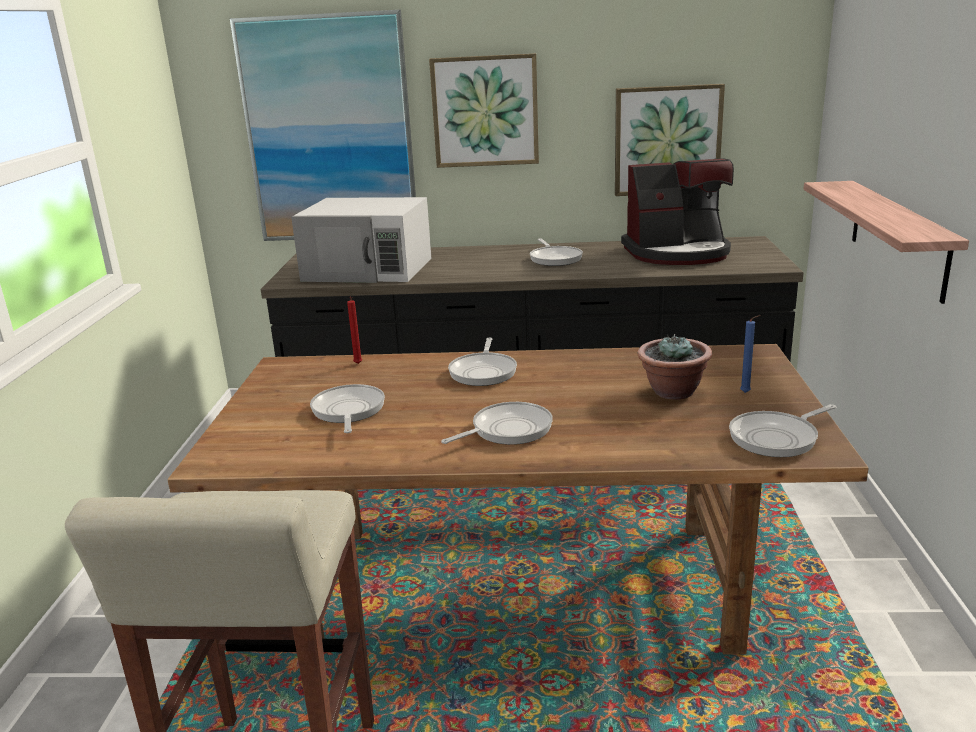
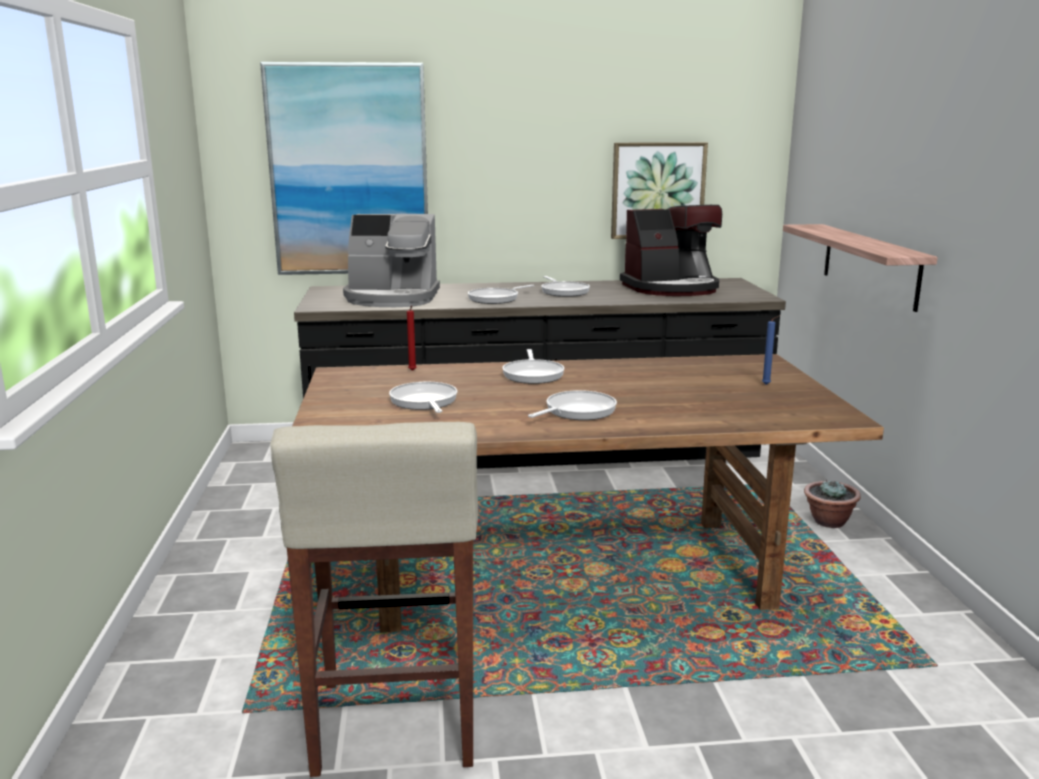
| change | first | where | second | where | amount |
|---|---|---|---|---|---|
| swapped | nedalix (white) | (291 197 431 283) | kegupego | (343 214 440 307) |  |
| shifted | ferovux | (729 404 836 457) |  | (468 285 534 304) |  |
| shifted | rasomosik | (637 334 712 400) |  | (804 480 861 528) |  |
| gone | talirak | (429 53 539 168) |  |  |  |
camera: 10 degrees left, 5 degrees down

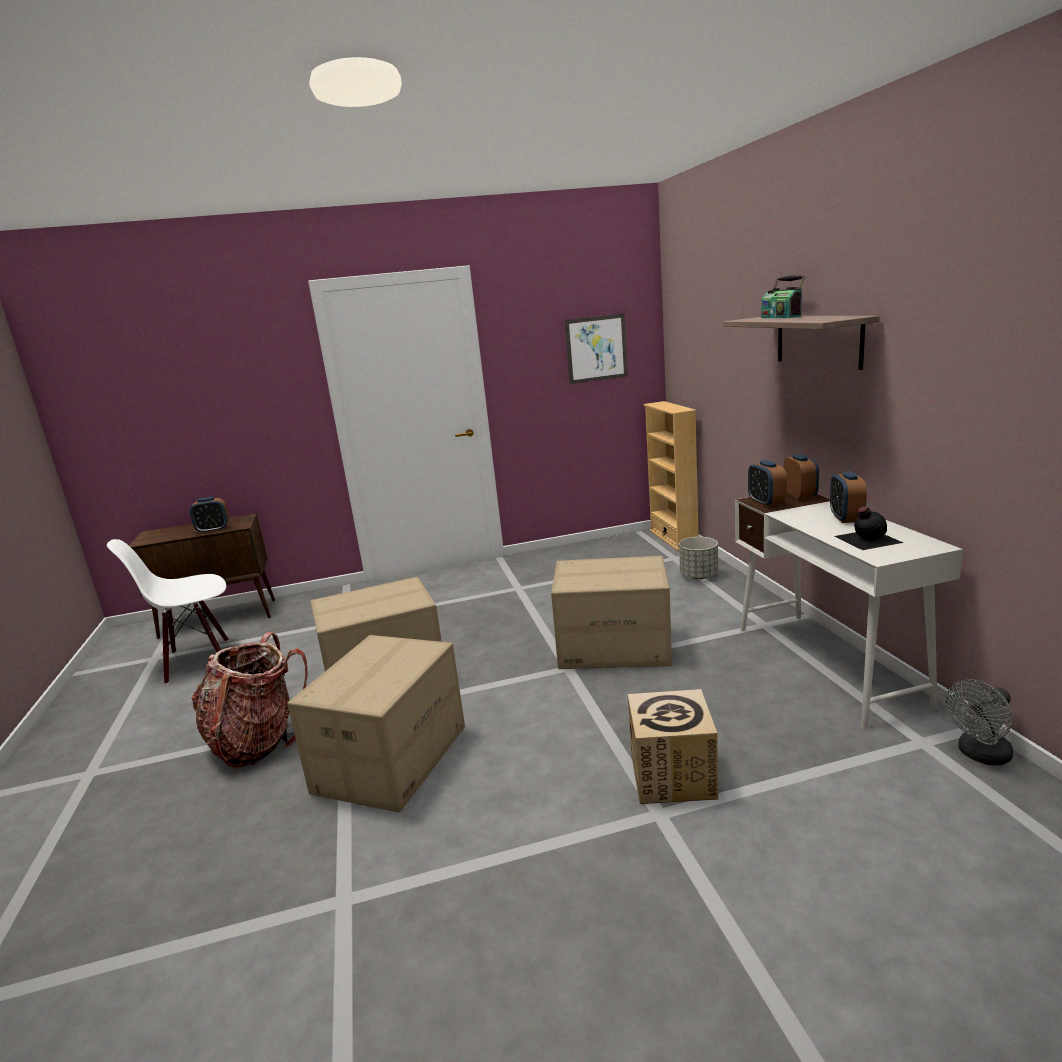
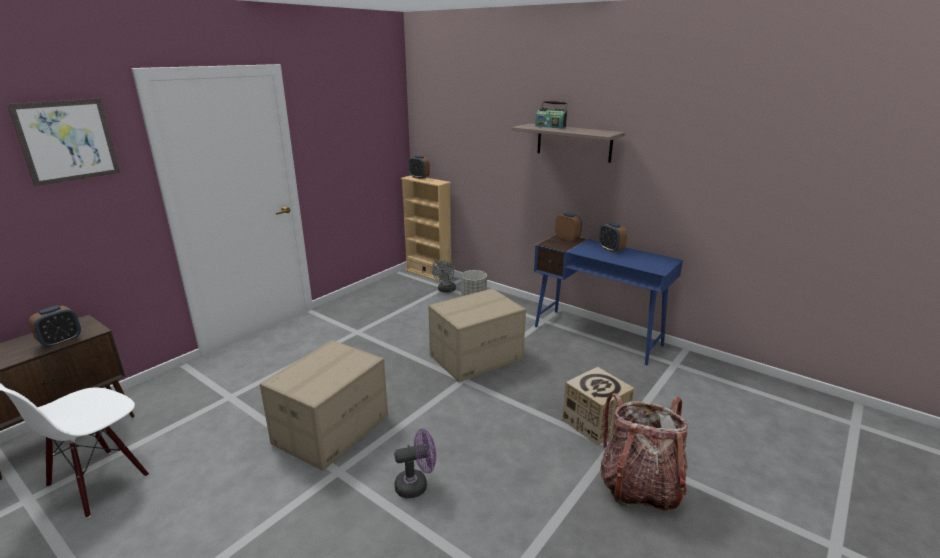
| change | first | where | second | where | amount |
|---|---|---|---|---|---|
| shifted | talirak | (564 313 628 384) |  | (7 98 120 186) |  |
| swapped | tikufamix | (287 635 465 812) | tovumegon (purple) | (394 429 436 498) |  |
| shifted | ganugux | (748 460 787 507) |  | (408 156 430 179) |  |
| shifted | tovumegon (grey) | (946 679 1013 765) |  | (432 260 456 292) |  |
| repainted | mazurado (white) | (735 493 963 729) | mazurado (blue) | (534 234 683 365) |  |
| shifted | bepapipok | (191 632 308 769) |  | (600 393 688 511) |  |
| gone | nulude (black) | (834 506 903 550) |  |  |  |
camera: 40 degrees left, 5 degrees up

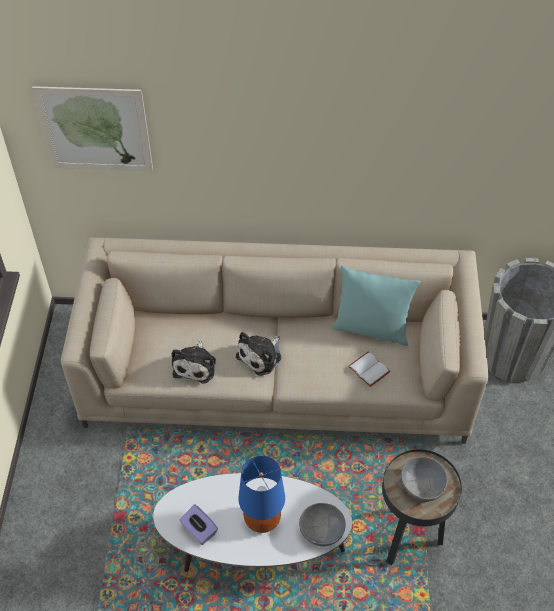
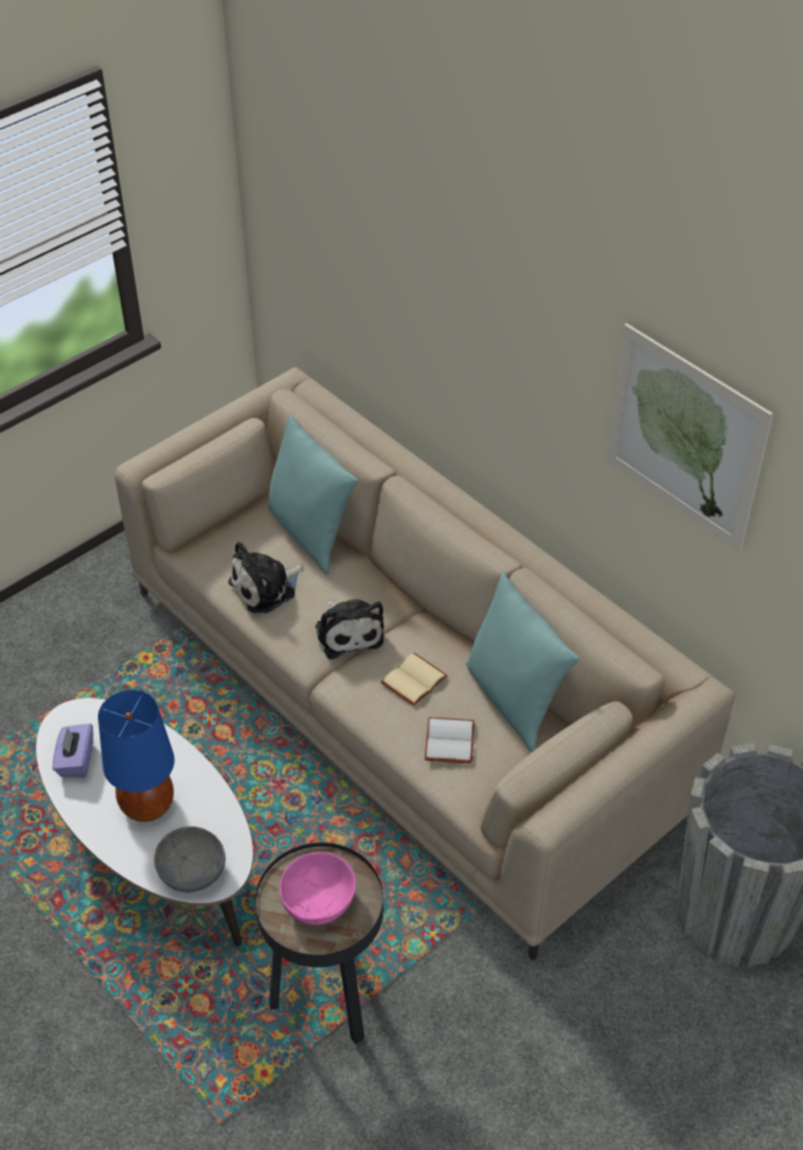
| change | first | where | second | where | amount |
|---|---|---|---|---|---|
| new |  |  | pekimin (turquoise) | (267 413 358 574) |  |
| repainted | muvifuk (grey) | (401 457 447 502) | muvifuk (pink) | (280 852 356 925) |  |
| rotated | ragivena | (236 332 282 376) |  | (315 599 384 659) | 105 degrees counterclockwise |
| new |  |  | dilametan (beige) | (380 653 448 706) |  |
| shifted | talirak | (32 86 153 171) |  | (606 323 773 551) |  |
camera: 45 degrees right, 5 degrees down

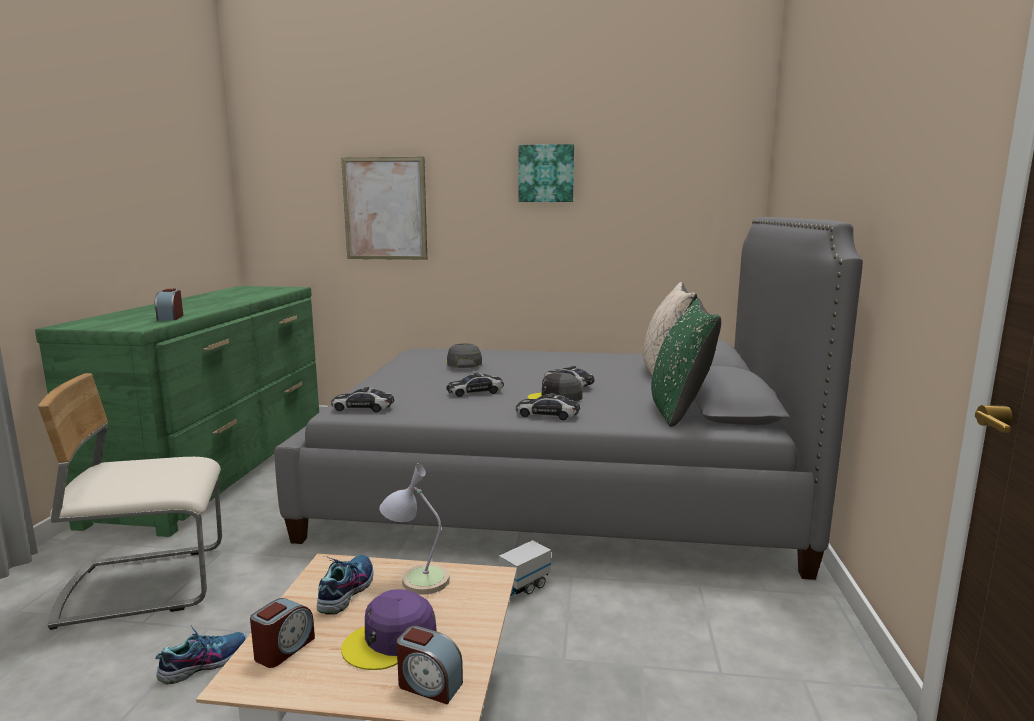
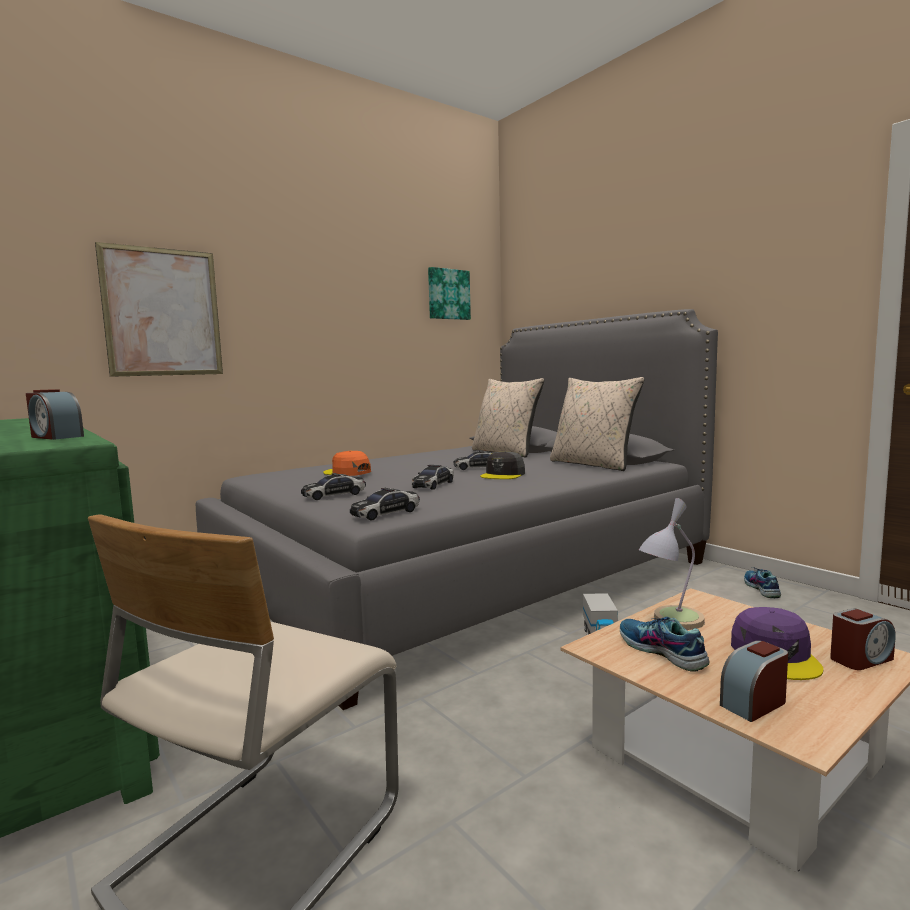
| change | first | where | second | where | amount |
|---|---|---|---|---|---|
| shifted | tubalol | (516 393 580 420) |  | (301 473 366 500) |  |
| repainted | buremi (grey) | (446 344 482 368) | buremi (orange) | (323 450 371 476) |  |
| shifted | talirak | (518 144 574 202) |  | (428 267 471 320) |  |
| repainted | pekimin (green) | (651 298 721 427) | pekimin (beige) | (550 377 645 471) |  |
| rotated | ganugux | (250 598 315 668) |  | (720 641 788 722) | 105 degrees counterclockwise |
| shifted | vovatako | (155 625 246 685) |  | (744 567 781 598) |  |
camera: 45 degrees left, 5 degrees down

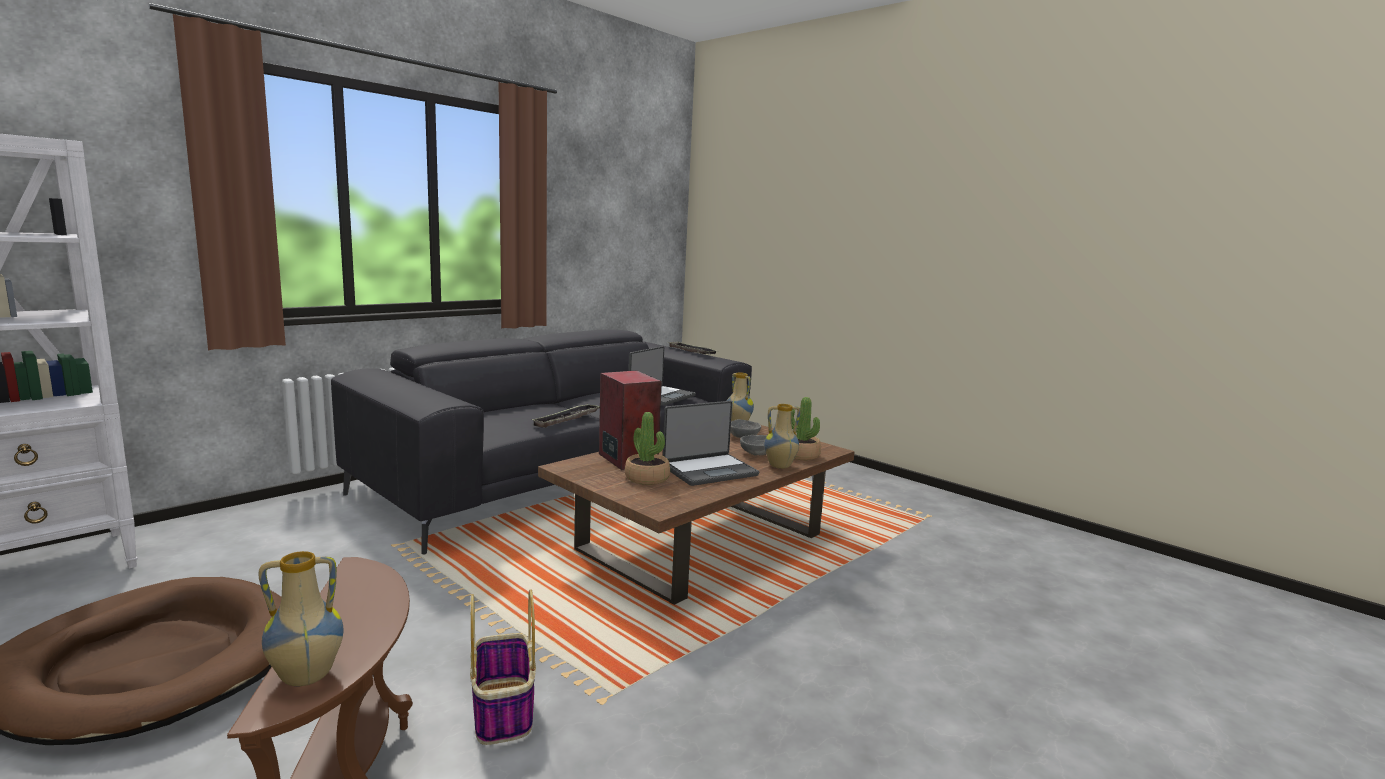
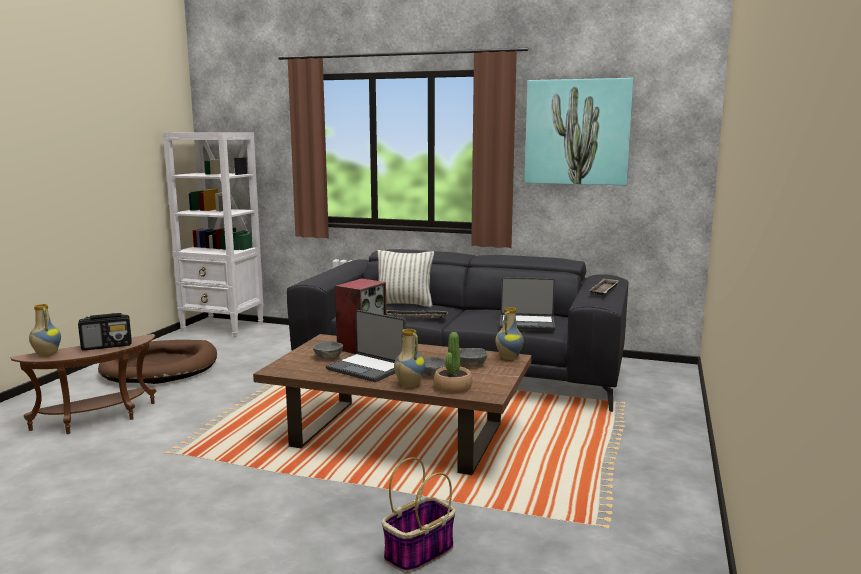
| change | first | where | second | where | amount |
|---|---|---|---|---|---|
| new |  |  | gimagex | (78 313 132 351) |  |
| swapped | rasomosik | (625 412 670 485) | muvifuk (grey) | (313 341 343 359) |  |
| new |  |  | pekimin | (377 250 434 307) |  |
| shifted | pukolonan | (470 589 536 745) |  | (382 457 455 573) |  |
| new |  |  | talirak | (524 78 634 185) |  |
camera: 65 degrees right, 0 degrees up

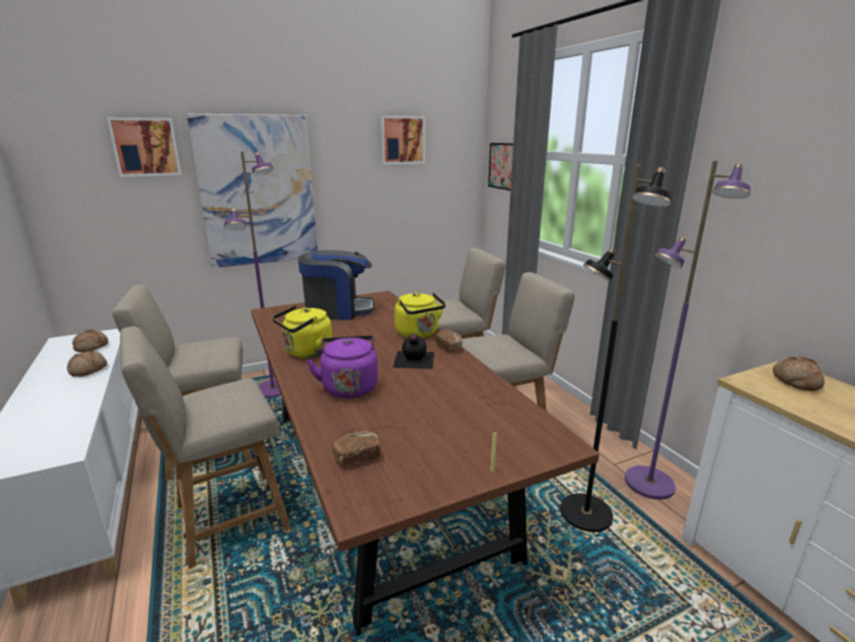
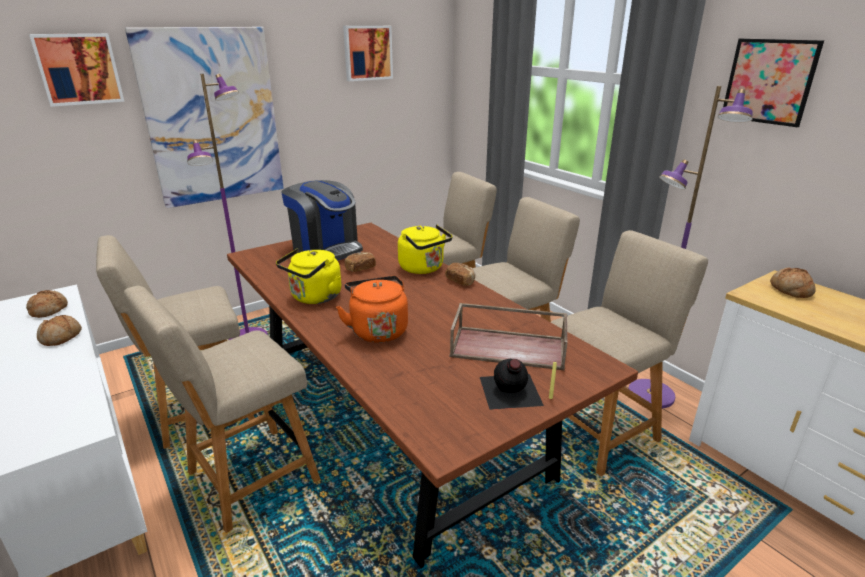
| change | first | where | second | where | amount |
|---|---|---|---|---|---|
| rotated | kegupego | (298 250 375 320) |  | (281 180 363 261) | 60 degrees clockwise |
| repainted | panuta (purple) | (307 335 378 398) | panuta (orange) | (336 276 408 343) |  |
| shifted | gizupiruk | (333 431 381 467) |  | (344 252 376 272) |  |
| new |  |  | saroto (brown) | (450 303 568 370) |  |
| shifted | nulude (black) | (393 334 435 369) |  | (480 359 544 410) |  |
| swapped | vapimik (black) | (560 164 672 532) | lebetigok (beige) | (551 230 708 476) |  |
| shifted | talirak | (488 143 513 191) |  | (723 39 824 127) |  |
camera: 10 degrees left, 5 degrees up

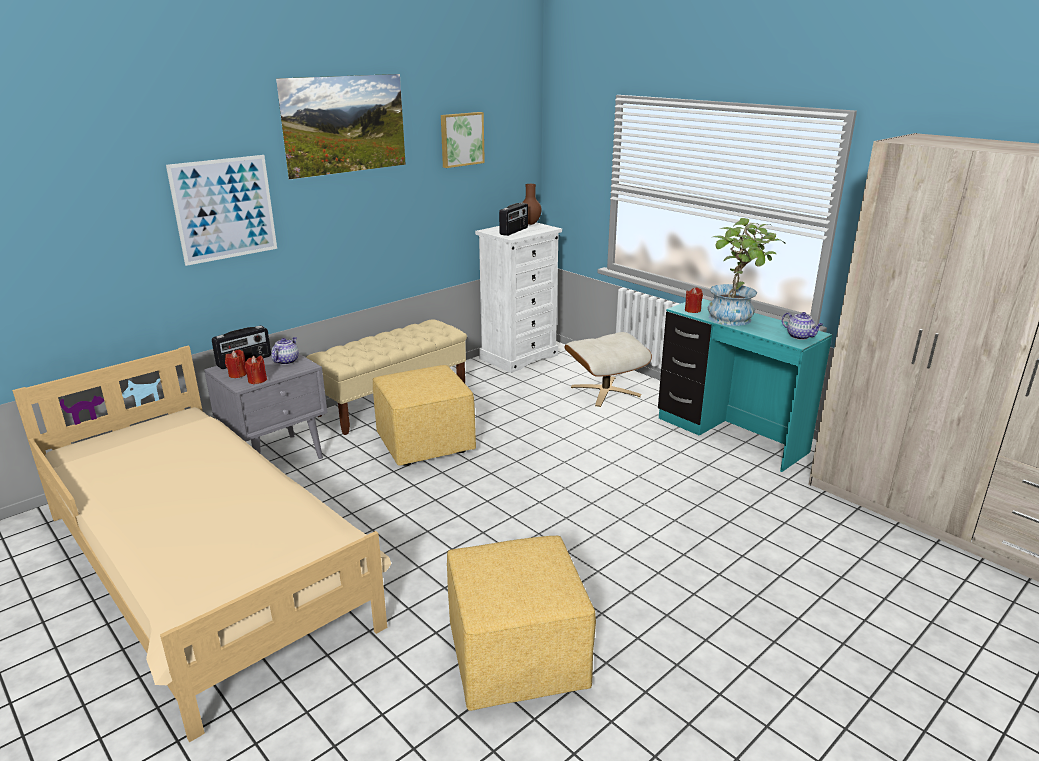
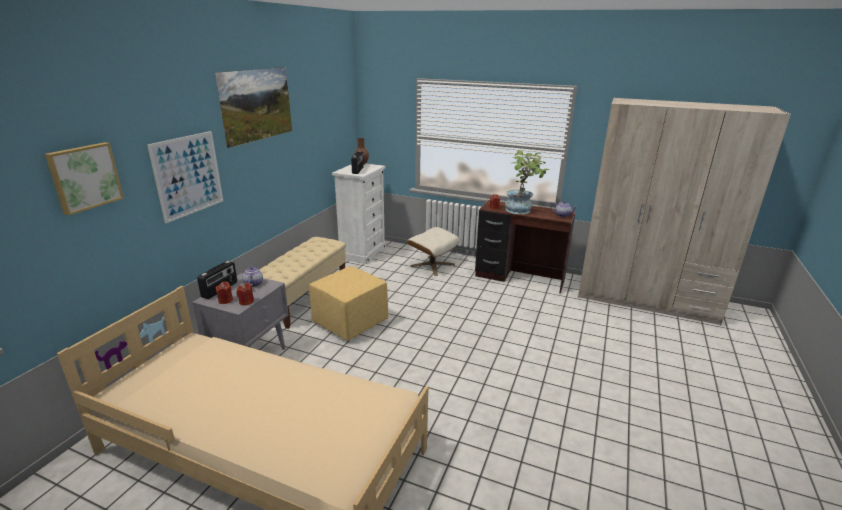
| change | first | where | second | where | amount |
|---|---|---|---|---|---|
| shifted | talirak | (441 112 485 168) |  | (45 142 124 215) |  |
| repainted | mazurado (turquoise) | (658 299 832 472) | mazurado (brown) | (475 200 575 294) |  |
| gone | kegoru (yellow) | (447 535 596 711) |  |  |  |
camera: 25 degrees left, 0 degrees up

